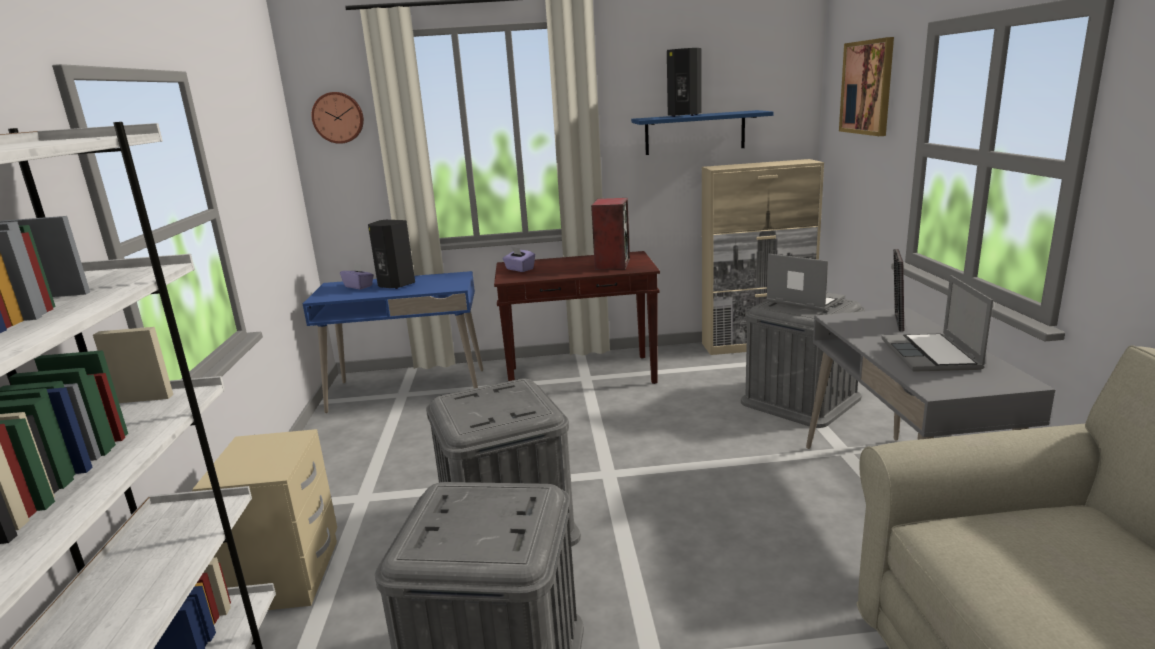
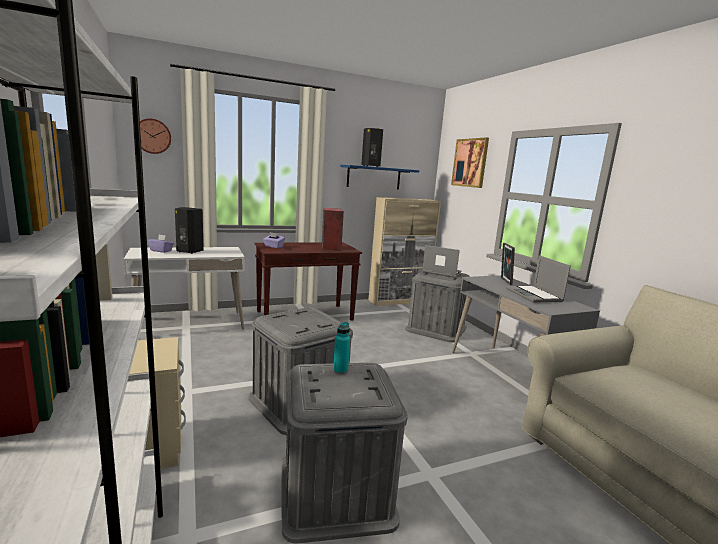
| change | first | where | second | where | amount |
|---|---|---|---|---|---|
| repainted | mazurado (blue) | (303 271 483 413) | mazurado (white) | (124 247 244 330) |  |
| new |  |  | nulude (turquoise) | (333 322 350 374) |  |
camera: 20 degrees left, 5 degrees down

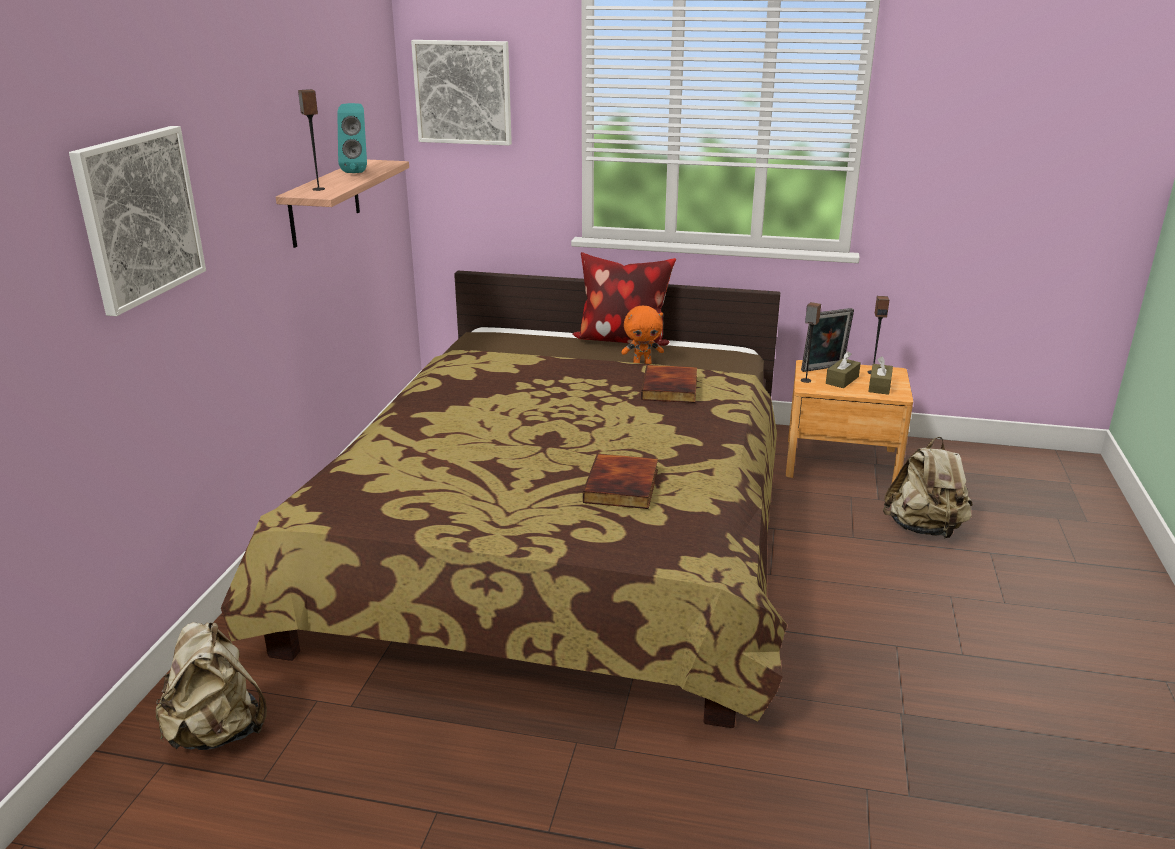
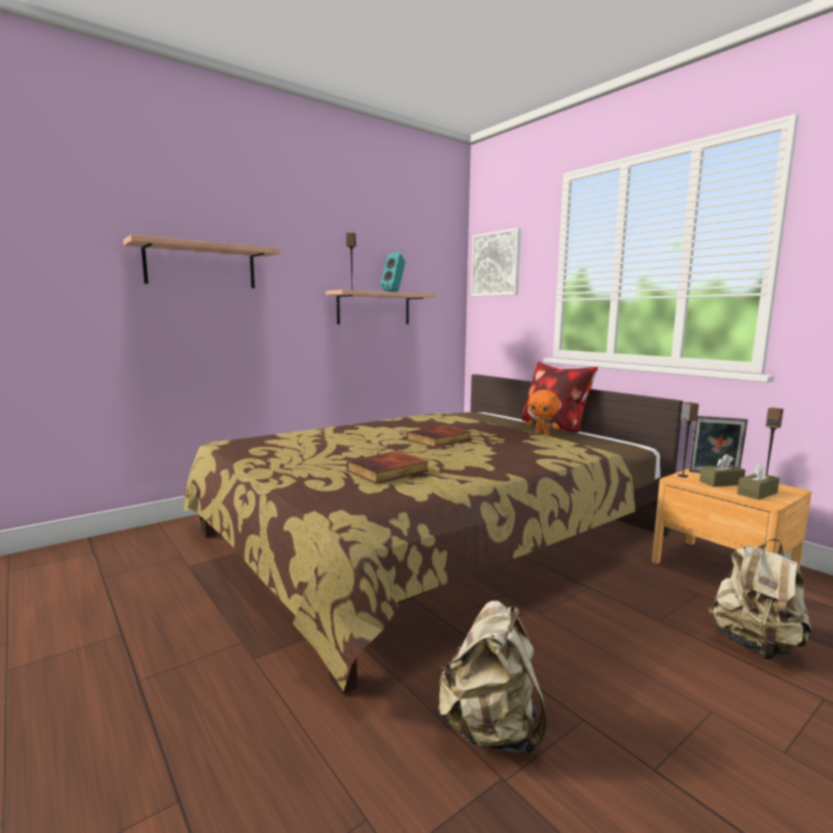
| change | first | where | second | where | amount |
|---|---|---|---|---|---|
| swapped | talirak | (69 126 206 316) | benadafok | (123 234 281 288) |  |
| shifted | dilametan | (641 365 697 403) |  | (407 425 471 448) |  |
| shifted | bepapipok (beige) | (156 622 267 750) |  | (438 601 547 755) |  |
camera: 40 degrees right, 15 degrees down

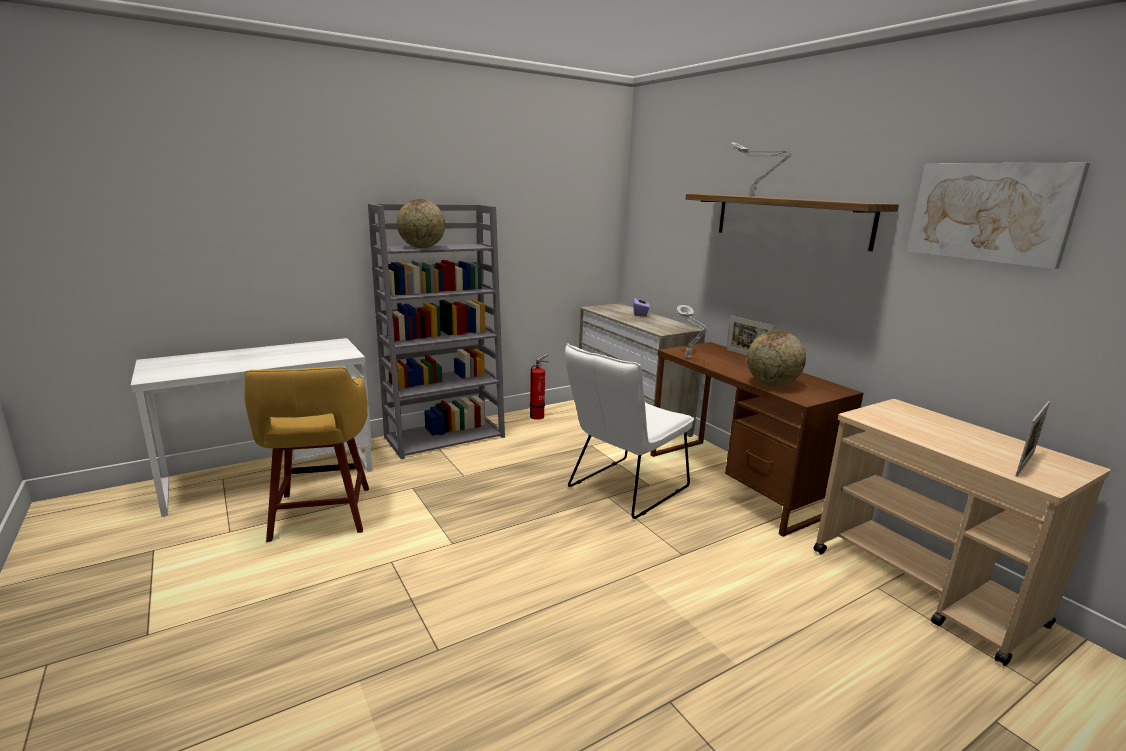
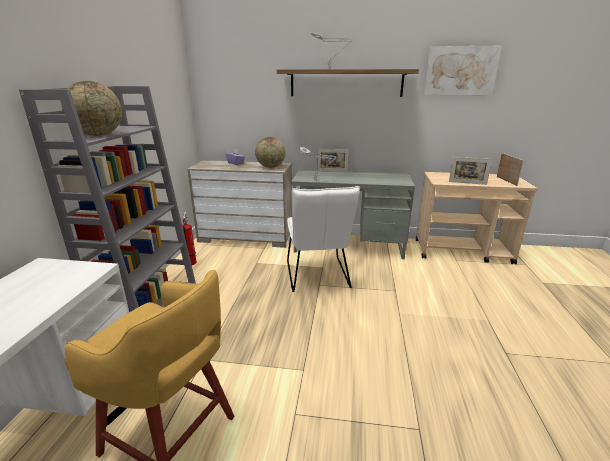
| change | first | where | second | where | amount |
|---|---|---|---|---|---|
| shifted | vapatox | (747 330 806 386) |  | (255 137 285 168) |  |
| repainted | mazurado (brown) | (650 342 863 537) | mazurado (grey) | (292 170 415 259) |  |
| new |  |  | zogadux | (449 157 492 185) |  |
camera: 50 degrees left, 5 degrees up

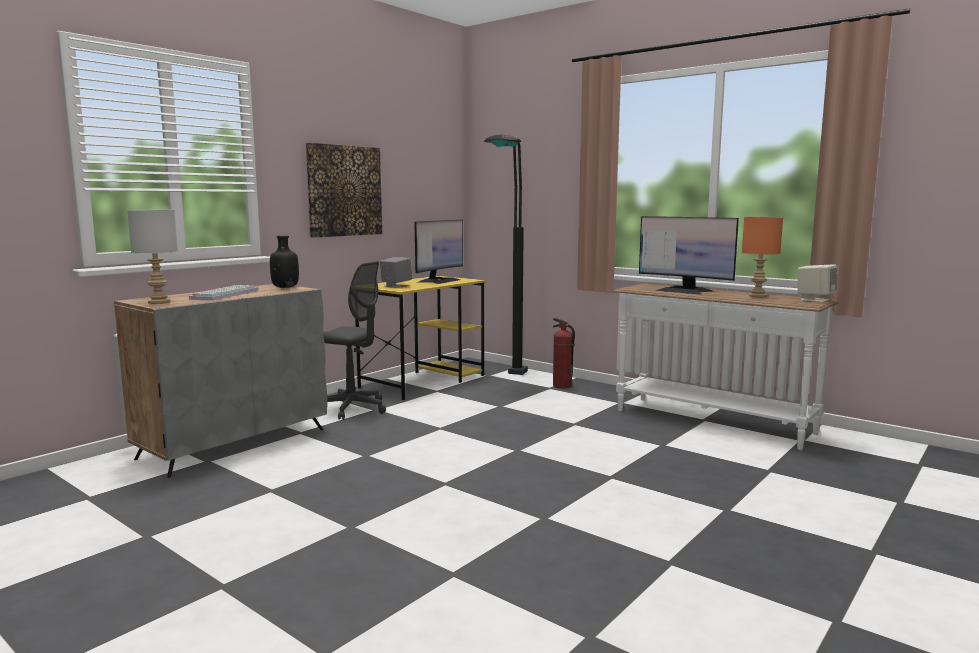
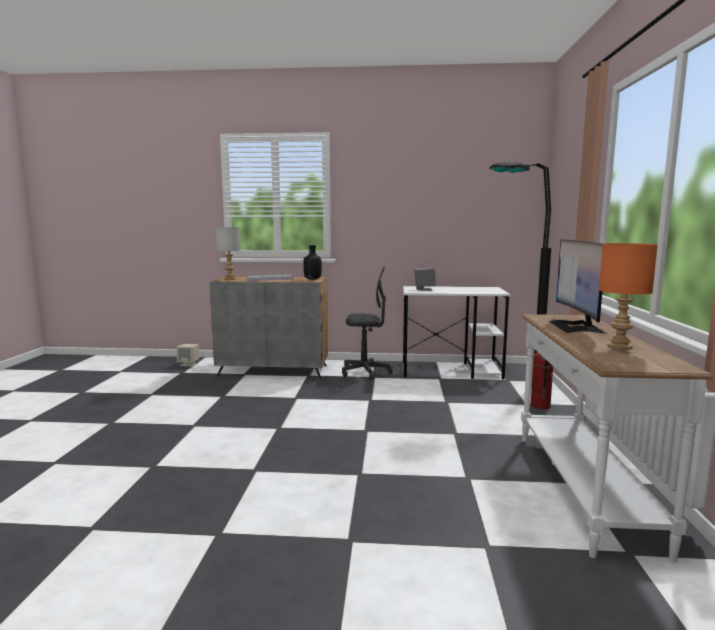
| change | first | where | second | where | amount |
|---|---|---|---|---|---|
| shifted | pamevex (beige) | (798 265 837 303) |  | (177 344 199 367) |  |
| rotated | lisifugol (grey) | (323 261 386 420) |  | (342 266 393 380) | 75 degrees counterclockwise |
| repainted | mazurado (yellow) | (355 276 486 400) | mazurado (white) | (403 286 511 379) |  |
| gone | talirak | (306 143 382 238) |  |  |  |
| gone | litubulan | (414 220 463 284) |  |  |  |
camera: 55 degrees right, 0 degrees up

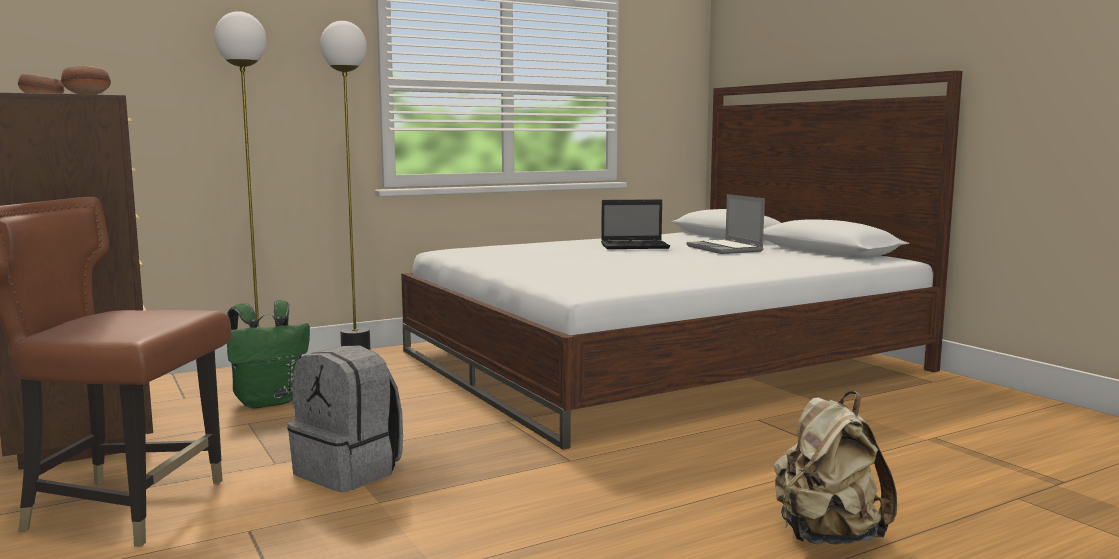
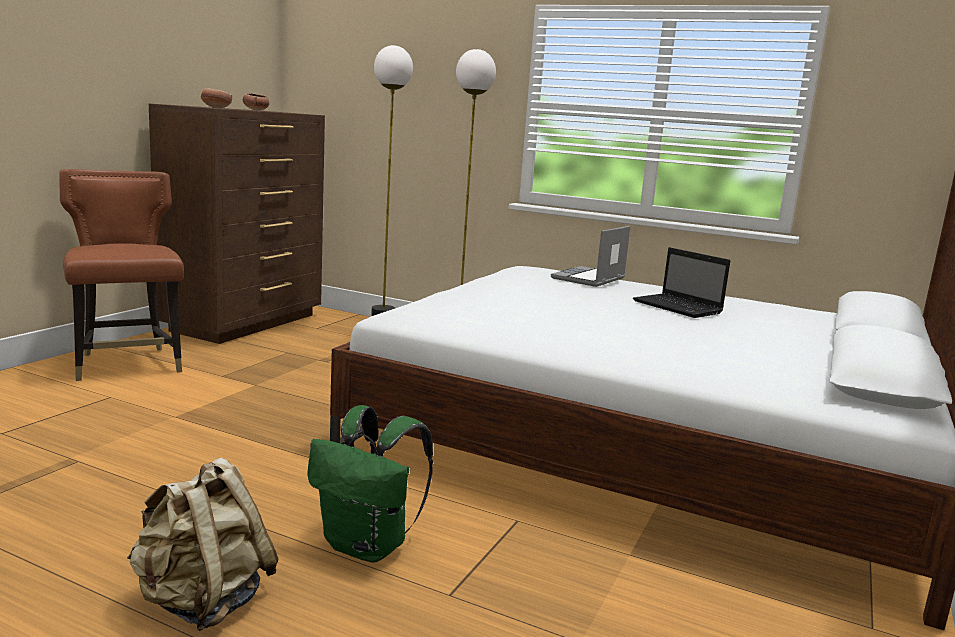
| change | first | where | second | where | amount |
|---|---|---|---|---|---|
| shifted | bepapipok (green) | (227 300 310 409) |  | (307 405 433 563) |  |
| shifted | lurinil | (686 194 765 254) |  | (551 226 630 287) |  |
| gone | bepapipok (grey) | (287 345 403 492) |  |  |  |
camera: 55 degrees right, 5 degrees up

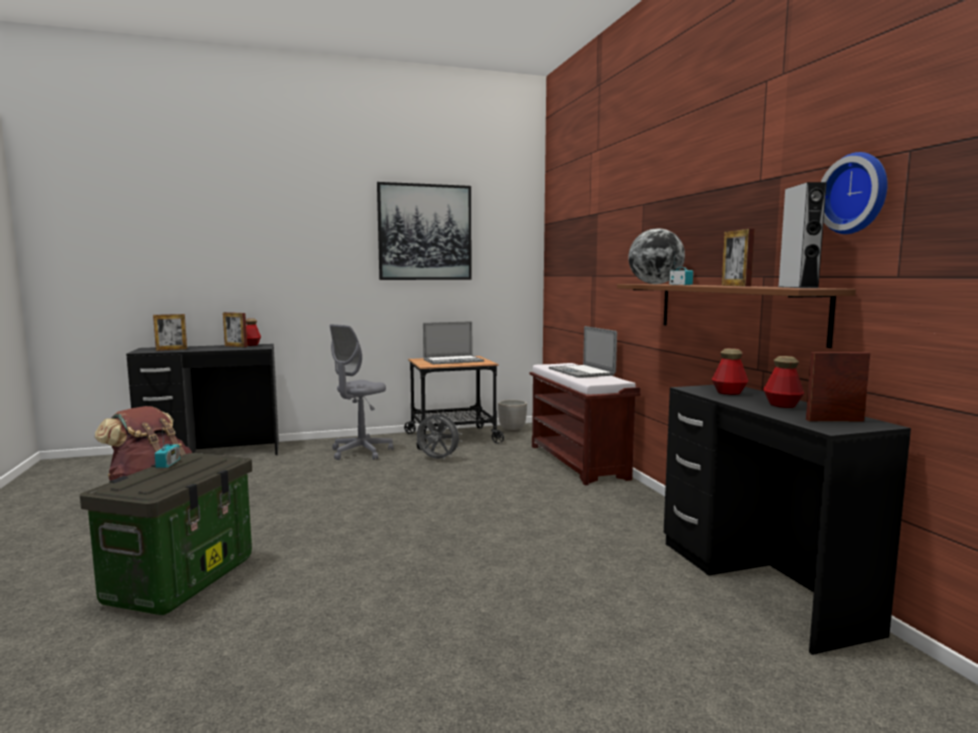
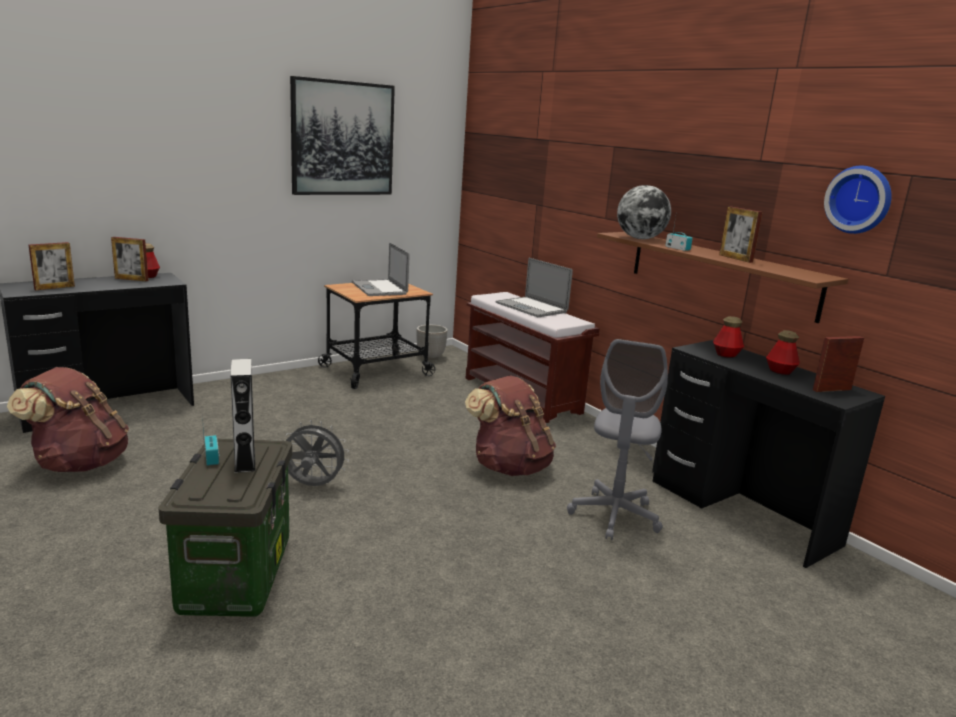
| change | first | where | second | where | amount |
|---|---|---|---|---|---|
| shifted | pamevex (grey) | (779 182 827 288) |  | (231 359 255 473) |  |
| shifted | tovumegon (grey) | (417 411 462 459) |  | (286 420 349 486) |  |
| rotated | lurinil | (423 321 484 365) |  | (352 242 409 296) | 105 degrees clockwise |
| new |  |  | bepapipok (brown) | (465 375 556 476) |  |
| shifted | lisifugol (grey) | (330 324 393 460) |  | (567 339 668 540) |  |
camera: 20 degrees left, 10 degrees up

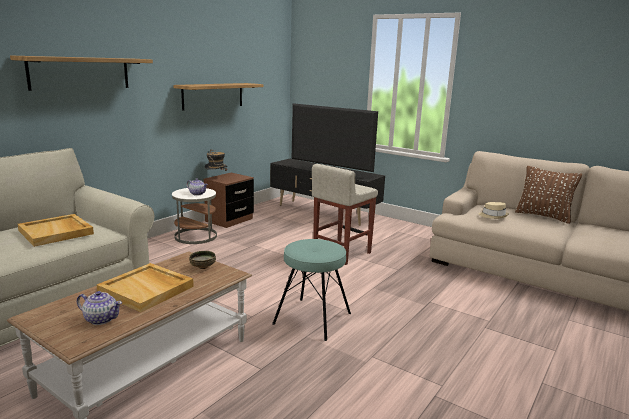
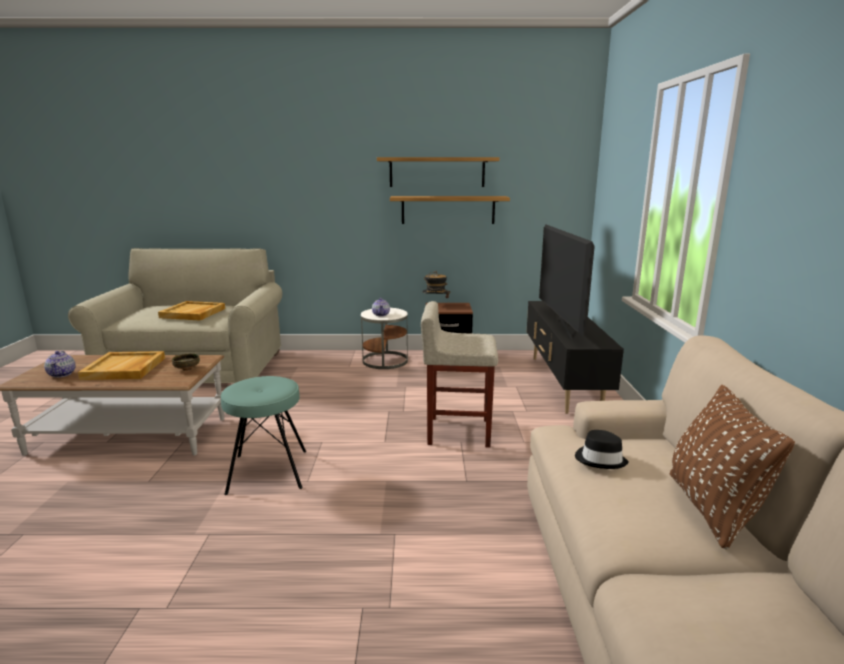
| change | first | where | second | where | amount |
|---|---|---|---|---|---|
| shifted | benadafok | (10 56 153 91) |  | (377 157 500 187) |  |
| repainted | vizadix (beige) | (479 202 509 219) | vizadix (black) | (575 430 629 469) |  |
camera: 55 degrees right, 0 degrees up

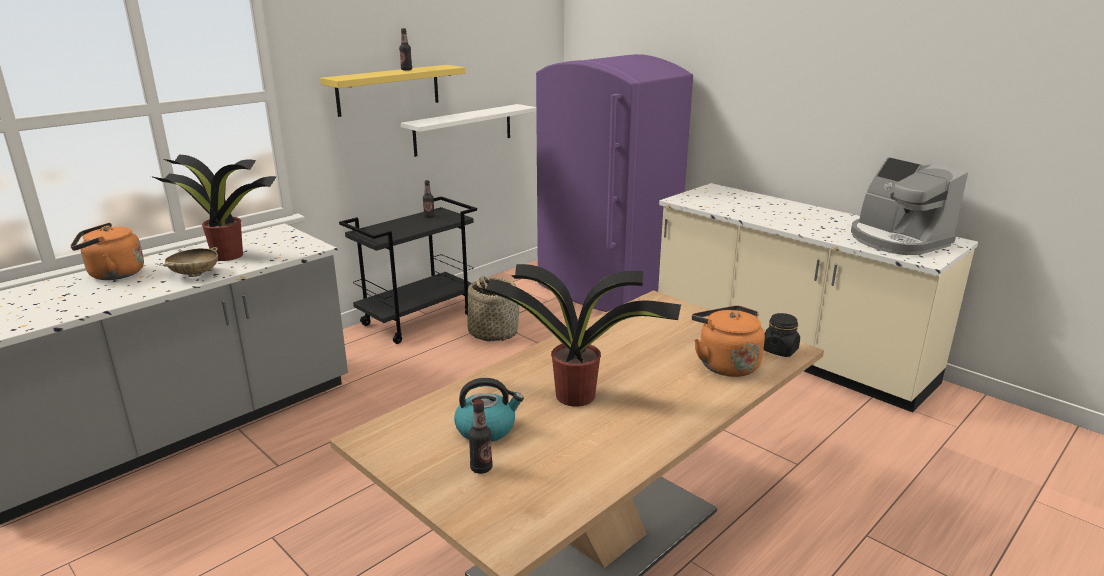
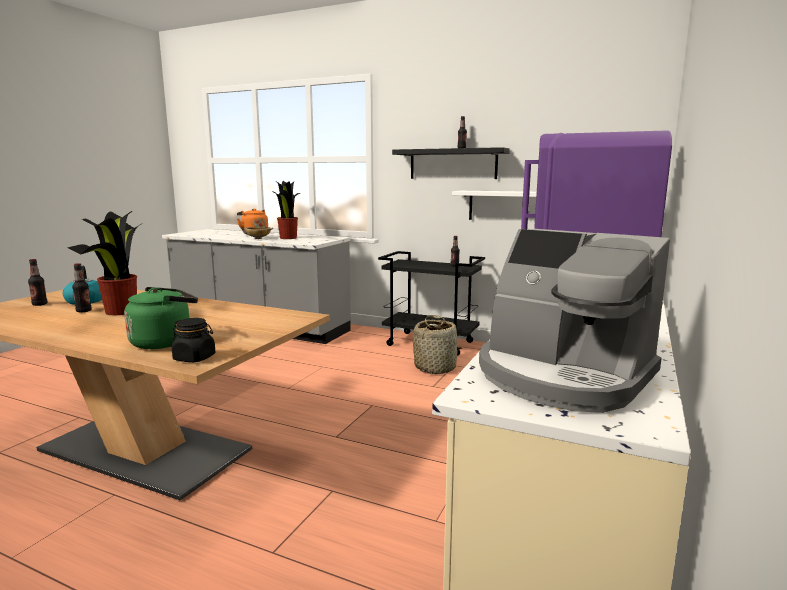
| change | first | where | second | where | amount |
|---|---|---|---|---|---|
| new |  |  | nulude | (72 263 92 312) |  |
| repainted | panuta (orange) | (692 306 765 377) | panuta (green) | (124 287 198 349) |  |
| repainted | benadafok (yellow) | (320 65 466 117) | benadafok (black) | (392 147 510 179) |  |
| rotated | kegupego | (851 157 968 255) |  | (479 229 670 413) | 90 degrees counterclockwise |
camera: 70 degrees right, 10 degrees down

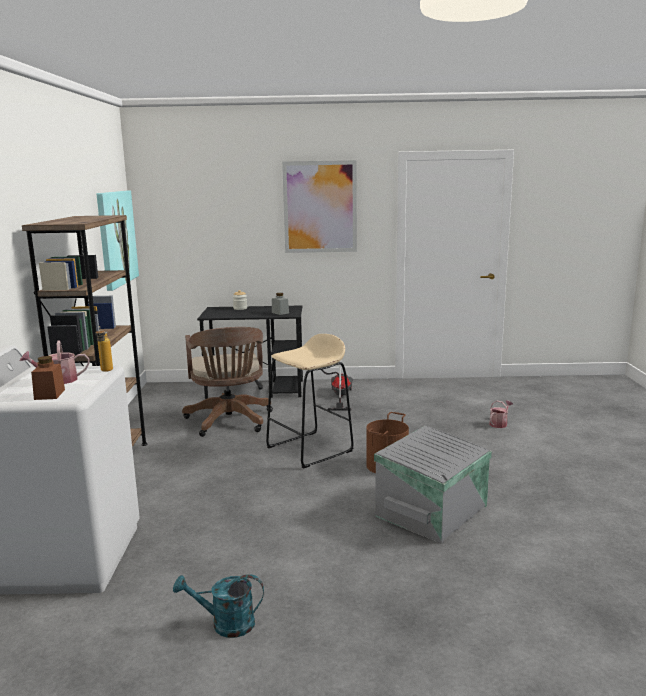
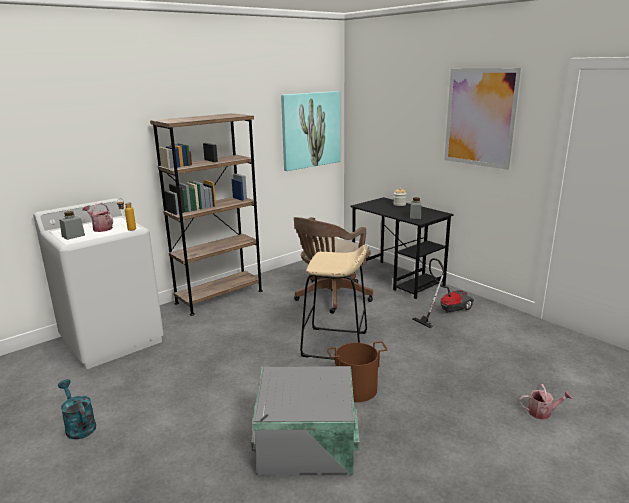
| change | first | where | second | where | amount |
|---|---|---|---|---|---|
| repainted | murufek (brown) | (31 356 65 400) | murufek (grey) | (59 211 85 240) |  |
camera: 50 degrees right, 5 degrees up

